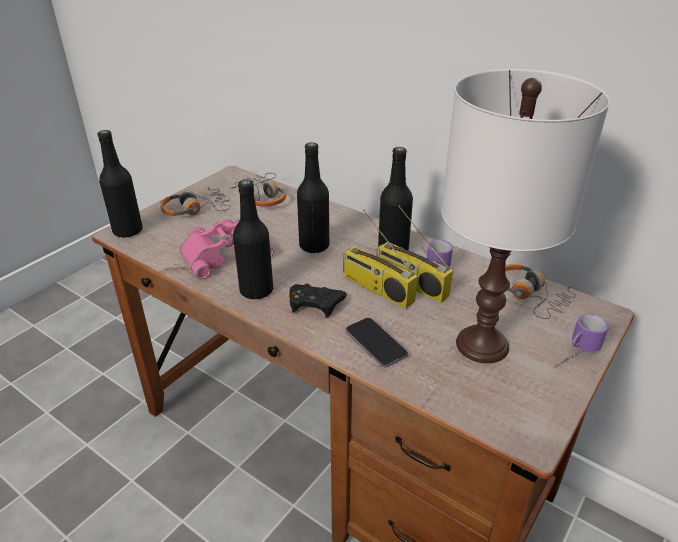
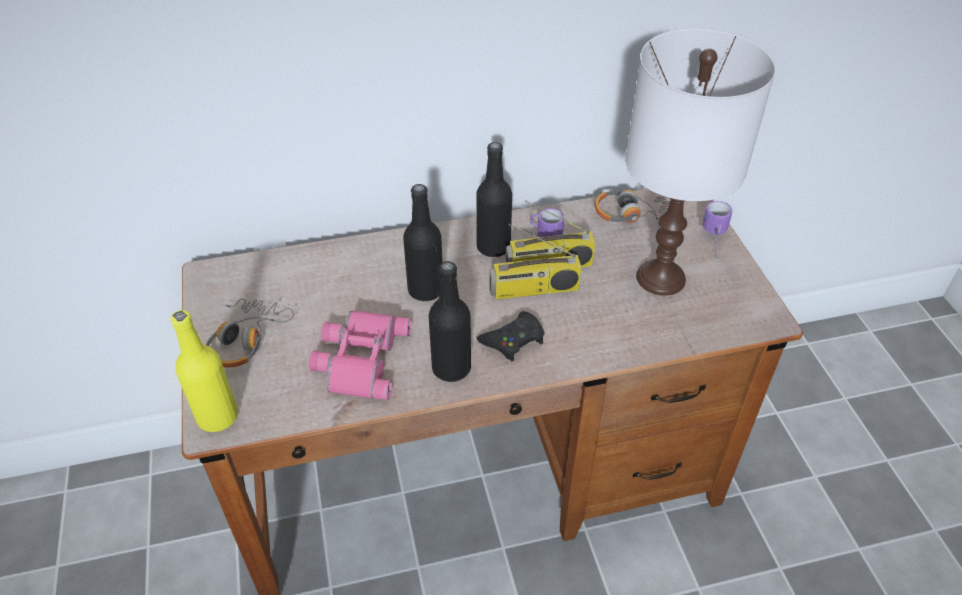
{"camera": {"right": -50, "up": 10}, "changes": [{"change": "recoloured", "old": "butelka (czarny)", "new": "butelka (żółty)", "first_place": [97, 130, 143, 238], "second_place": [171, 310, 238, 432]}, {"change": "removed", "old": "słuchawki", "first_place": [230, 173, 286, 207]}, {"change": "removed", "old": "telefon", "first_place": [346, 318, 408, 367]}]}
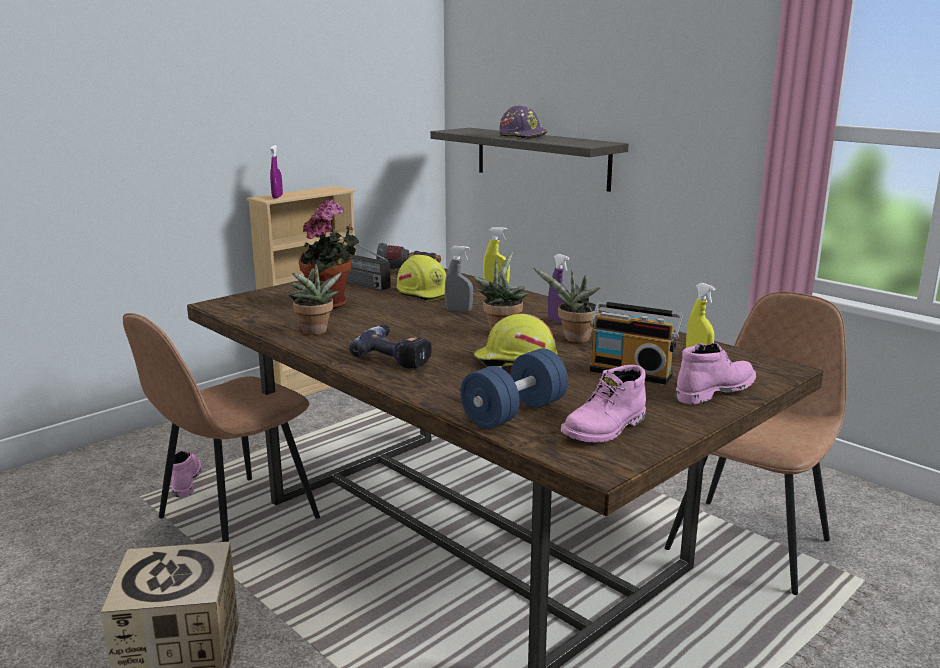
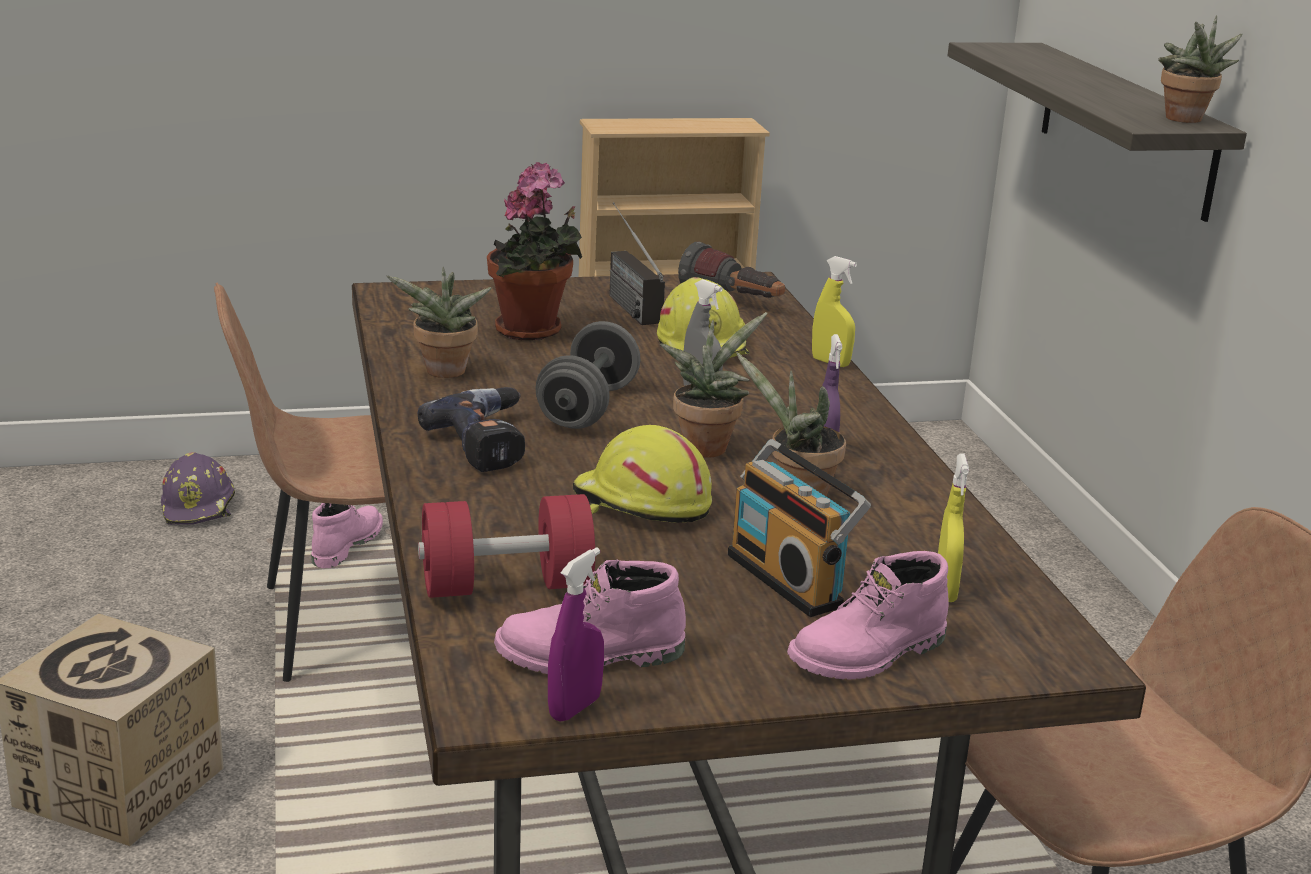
{"camera": {"right": 30, "up": 5}, "changes": [{"change": "moved", "old": "kask (fioletowy)", "first_place": [499, 105, 547, 139], "second_place": [161, 452, 235, 525]}, {"change": "moved", "old": "spryskiwacz (fioletowy)", "first_place": [270, 145, 283, 198], "second_place": [548, 547, 604, 722]}, {"change": "turned", "old": "but z cholewką (różowy)", "first_place": [675, 343, 756, 404], "second_place": [787, 551, 948, 679], "degrees": 150}, {"change": "recoloured", "old": "hantel (niebieski)", "new": "hantel (czerwony)", "first_place": [460, 348, 568, 429], "second_place": [418, 494, 595, 598]}, {"change": "added", "new": "roślina doniczkowa", "second_place": [1158, 15, 1242, 123]}, {"change": "added", "new": "hantel (szary)", "second_place": [536, 321, 641, 429]}]}
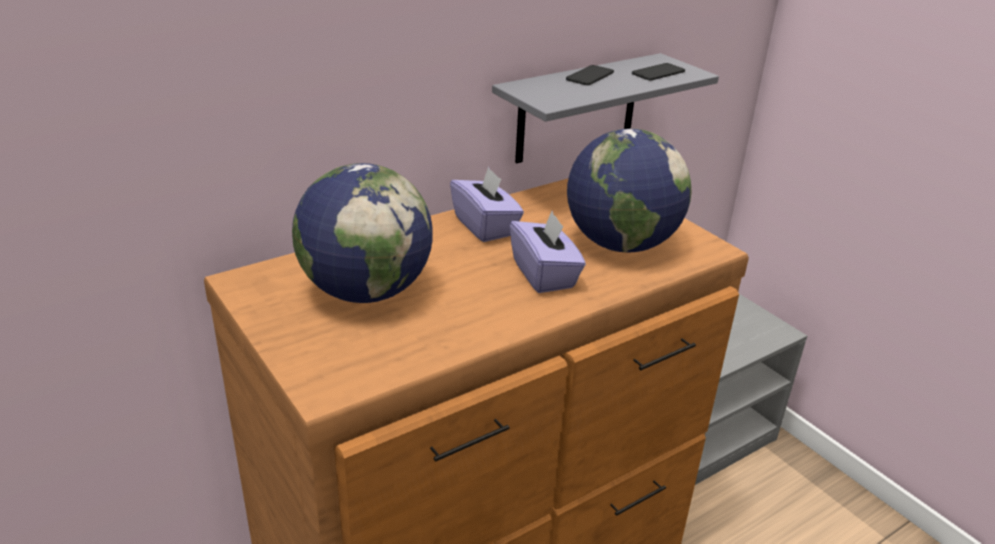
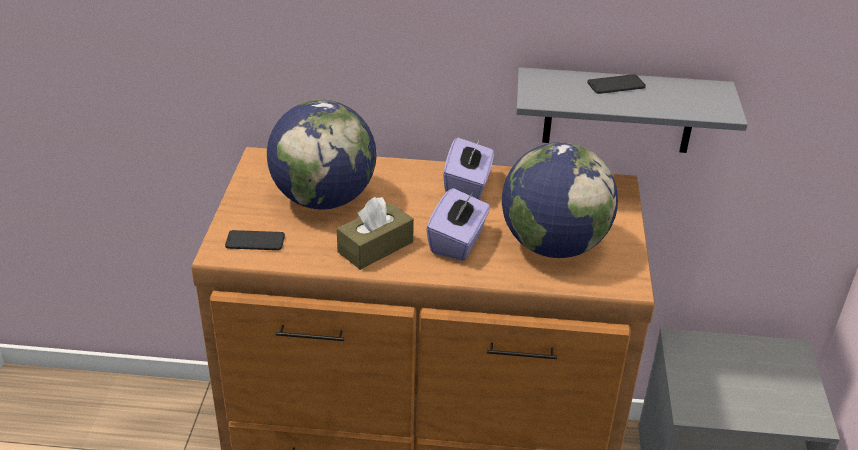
{"camera": {"right": 40, "up": 5}, "changes": [{"change": "moved", "old": "telefon", "first_place": [632, 63, 685, 80], "second_place": [225, 230, 285, 250]}, {"change": "added", "new": "pudełko chusteczek (brązowy)", "second_place": [337, 197, 414, 270]}]}
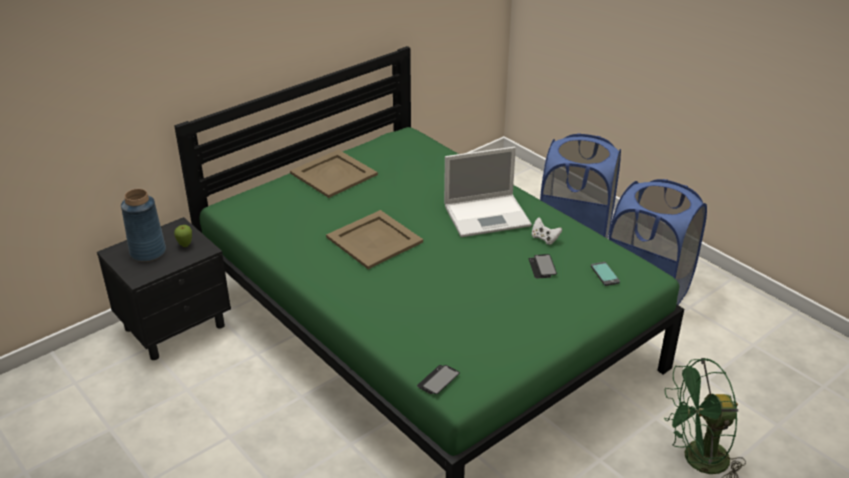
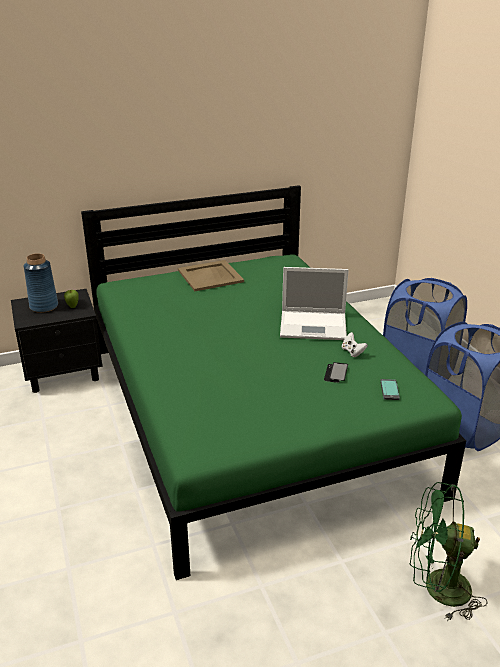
{"camera": {"right": 20, "up": -5}, "changes": [{"change": "removed", "old": "taca (beżowy)", "first_place": [326, 210, 423, 269]}, {"change": "removed", "old": "telefon", "first_place": [417, 365, 460, 394]}]}
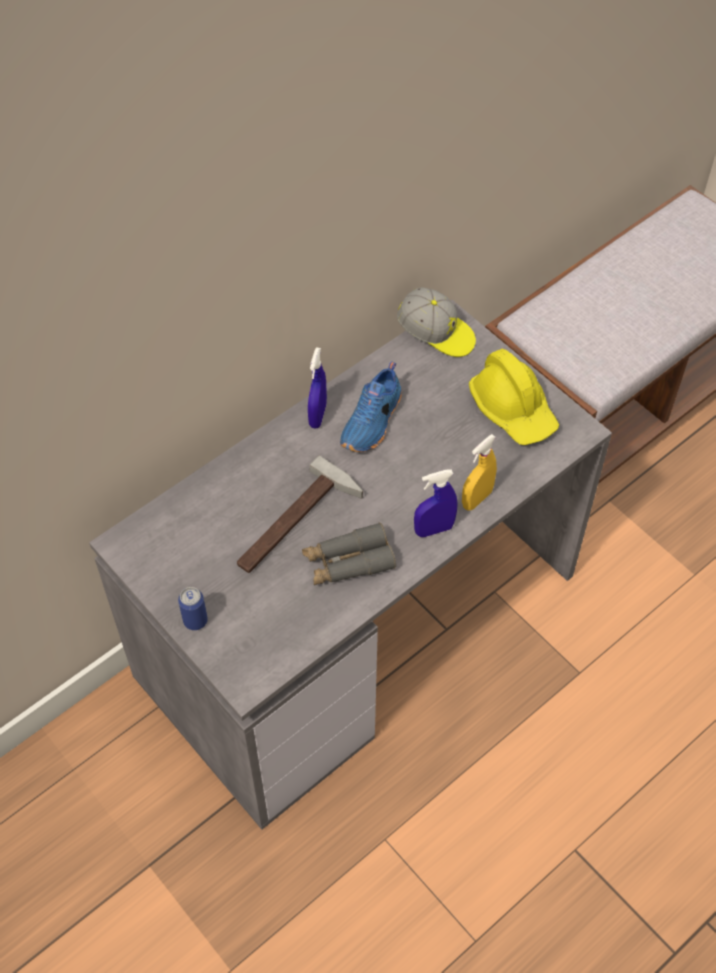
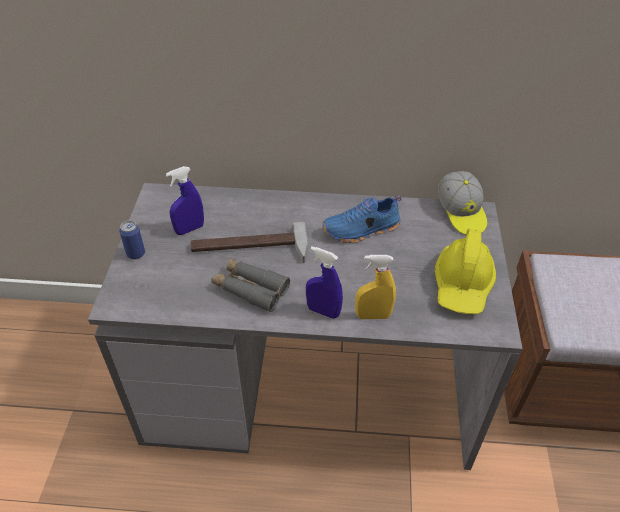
{"camera": {"right": 45, "up": -10}, "changes": [{"change": "moved", "old": "spryskiwacz (niebieski)", "first_place": [308, 348, 327, 428], "second_place": [166, 166, 204, 235]}]}
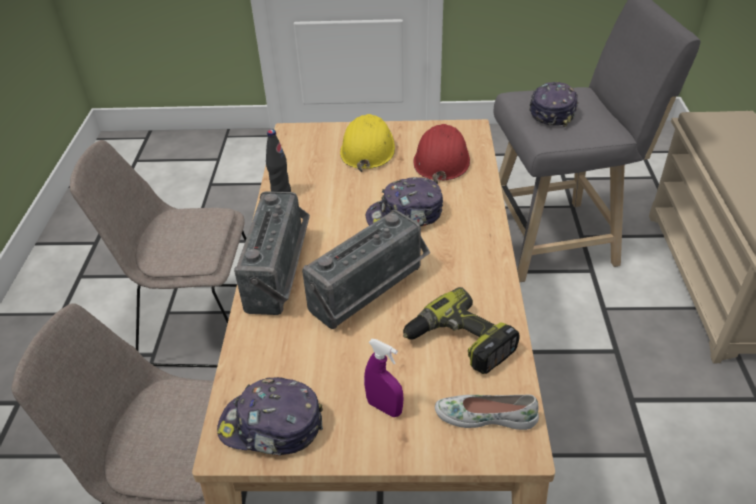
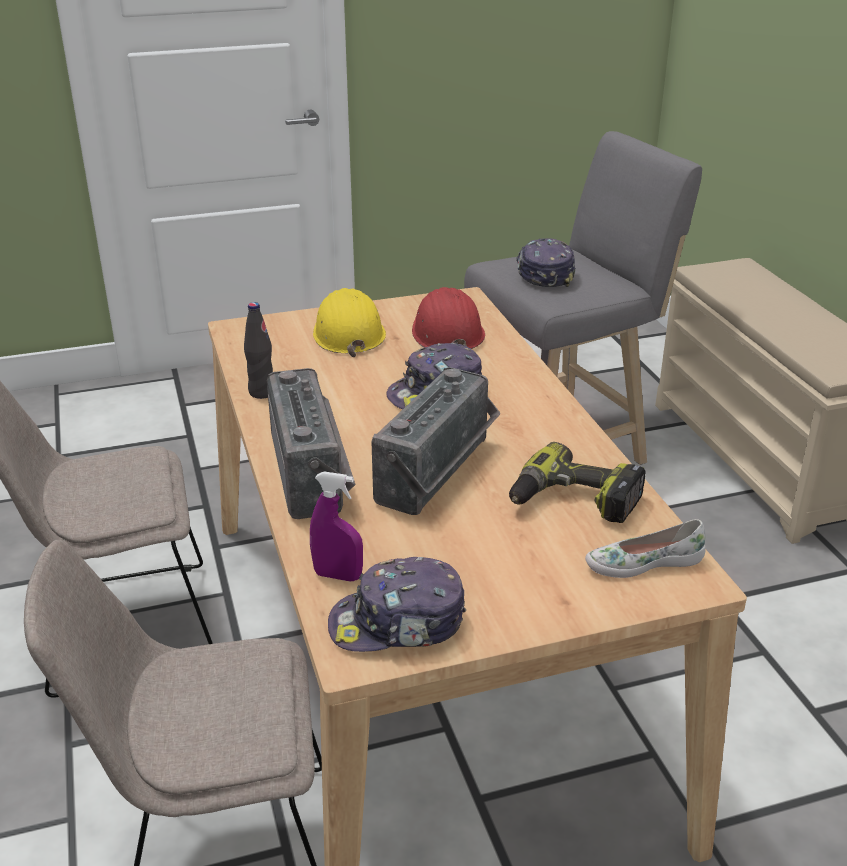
{"camera": {"right": -20, "up": -10}, "changes": [{"change": "moved", "old": "spryskiwacz (fioletowy)", "first_place": [364, 339, 404, 417], "second_place": [310, 471, 363, 581]}]}
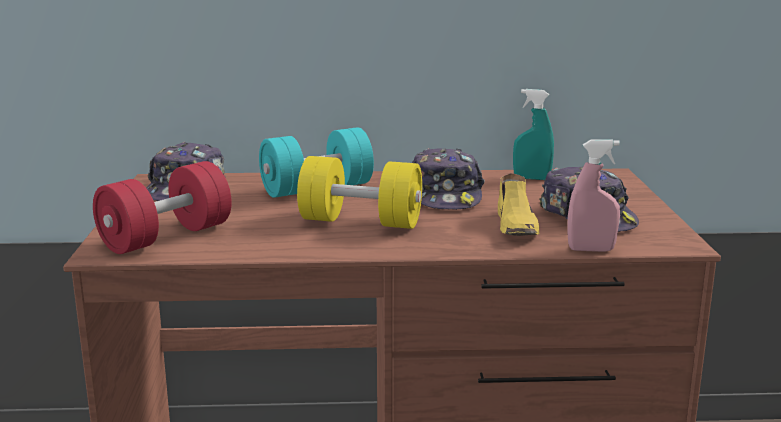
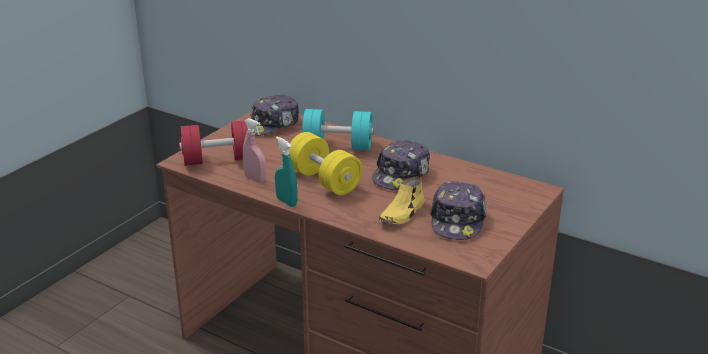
{"camera": {"right": 35, "up": 10}, "changes": [{"change": "moved", "old": "spryskiwacz (turkusowy)", "first_place": [513, 89, 554, 180], "second_place": [275, 136, 298, 207]}, {"change": "moved", "old": "spryskiwacz (różowy)", "first_place": [567, 140, 620, 252], "second_place": [243, 118, 266, 183]}]}
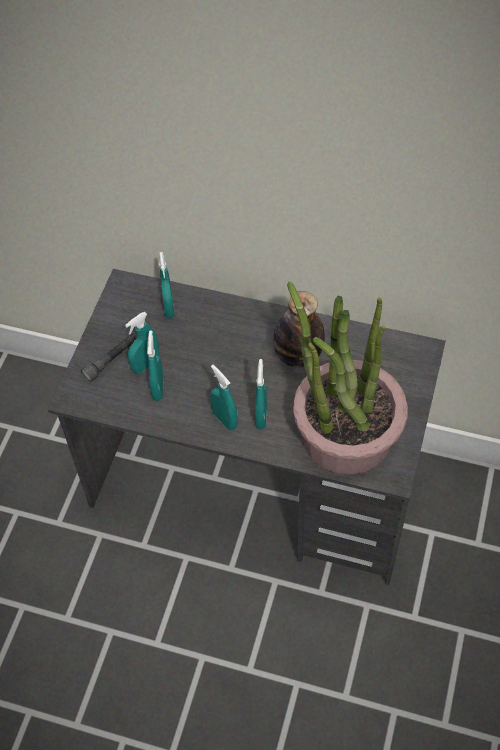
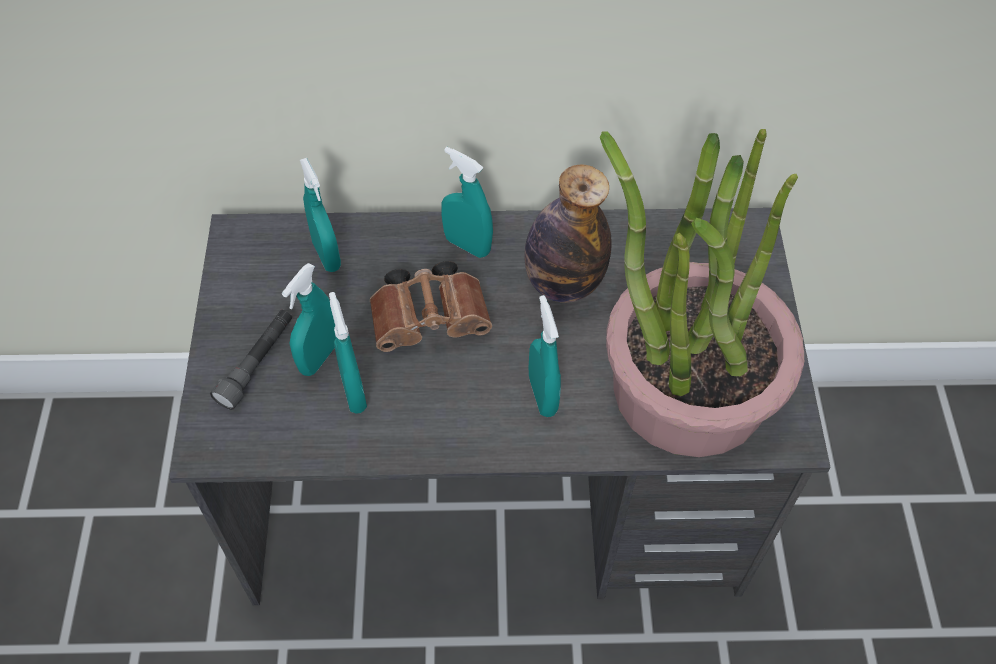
{"camera": {"right": -20, "up": 0}, "changes": [{"change": "moved", "old": "spryskiwacz (turkusowy)", "first_place": [210, 365, 238, 430], "second_place": [441, 147, 493, 258]}, {"change": "added", "new": "lornetka (brązowy)", "second_place": [370, 261, 492, 352]}]}
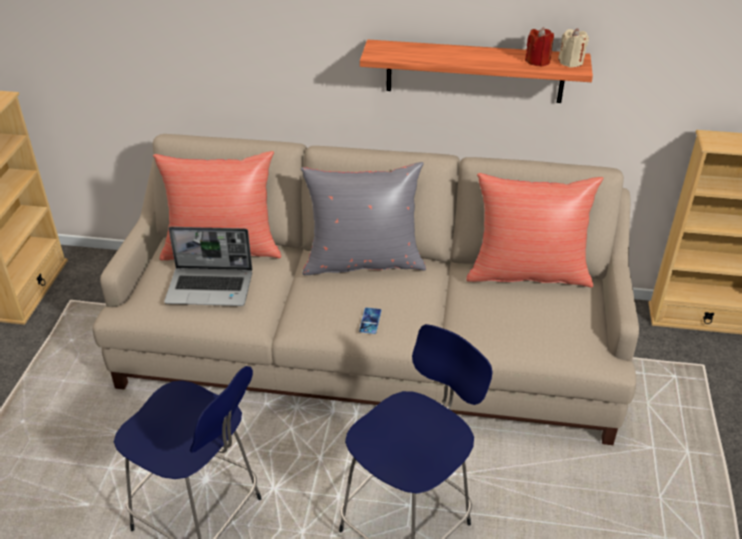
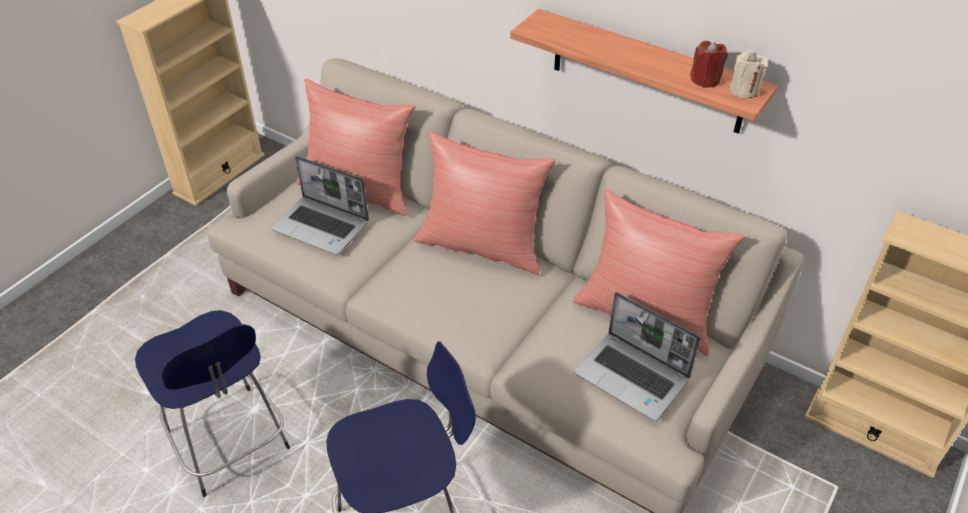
{"camera": {"right": 25, "up": 5}, "changes": [{"change": "recoloured", "old": "poduszka (szary)", "new": "poduszka (czerwony)", "first_place": [301, 162, 426, 275], "second_place": [414, 131, 556, 275]}, {"change": "removed", "old": "telefon", "first_place": [359, 307, 381, 334]}, {"change": "added", "new": "laptop", "second_place": [574, 292, 701, 421]}]}
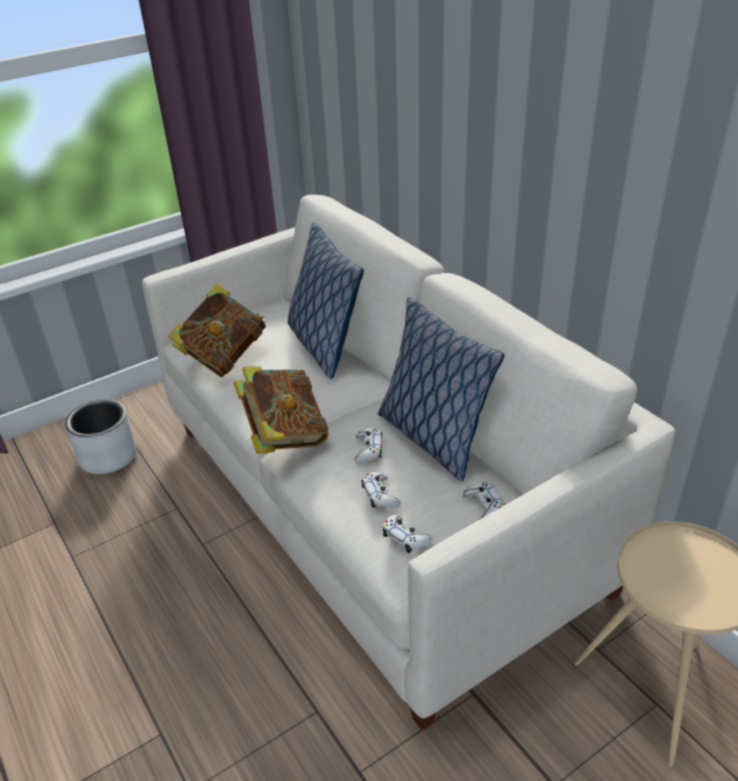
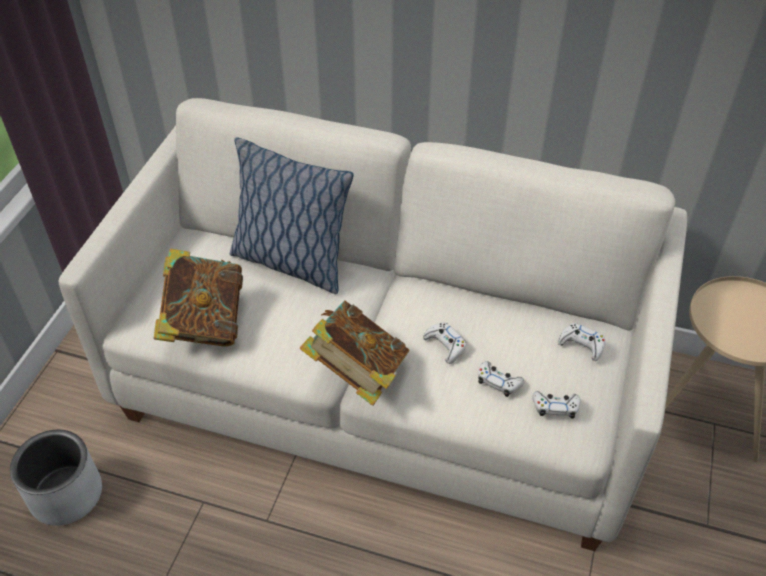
{"camera": {"right": -40, "up": 10}, "changes": [{"change": "removed", "old": "poduszka", "first_place": [378, 297, 504, 481]}]}
